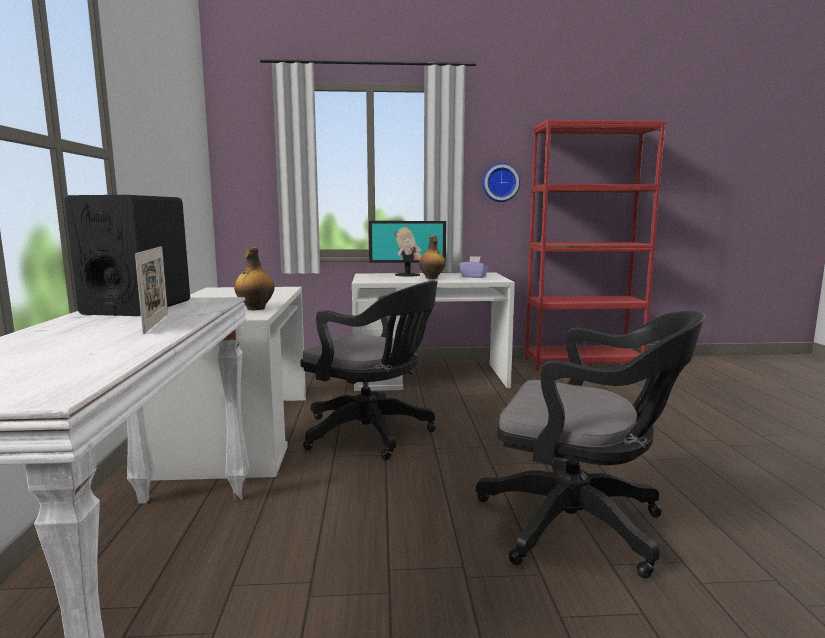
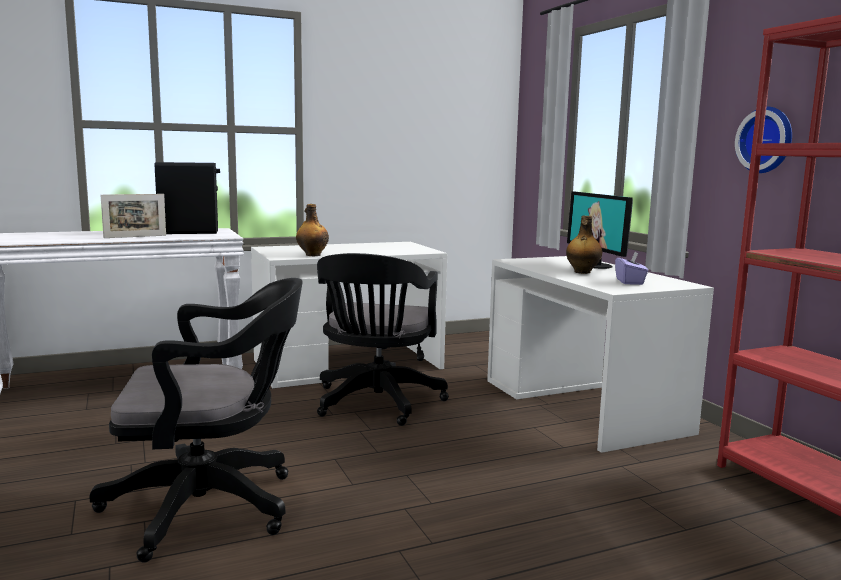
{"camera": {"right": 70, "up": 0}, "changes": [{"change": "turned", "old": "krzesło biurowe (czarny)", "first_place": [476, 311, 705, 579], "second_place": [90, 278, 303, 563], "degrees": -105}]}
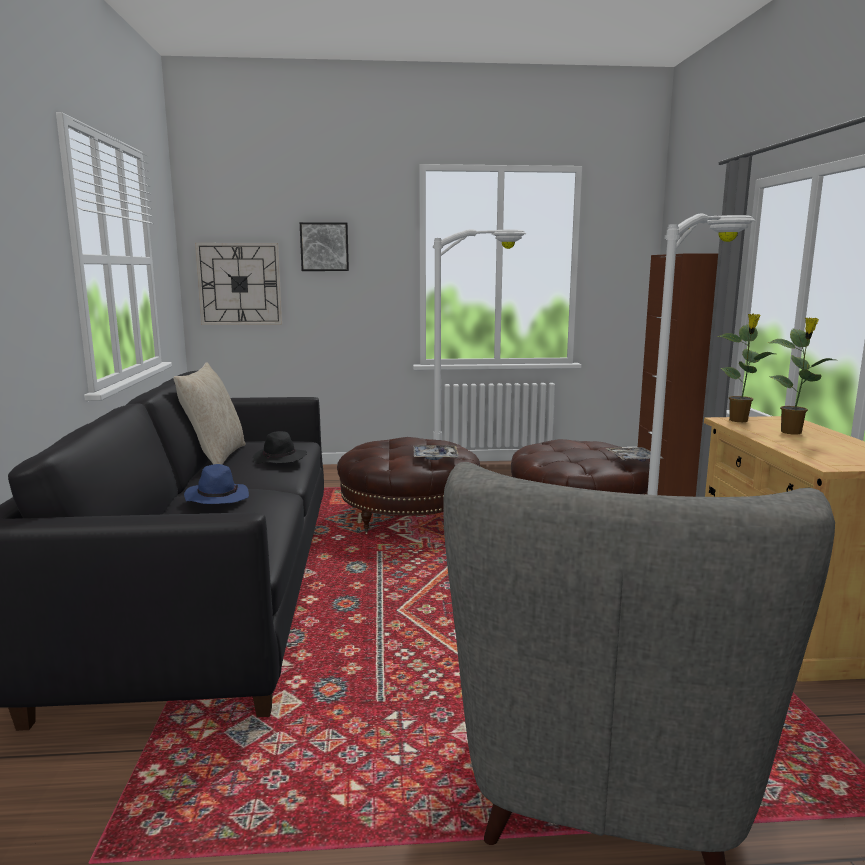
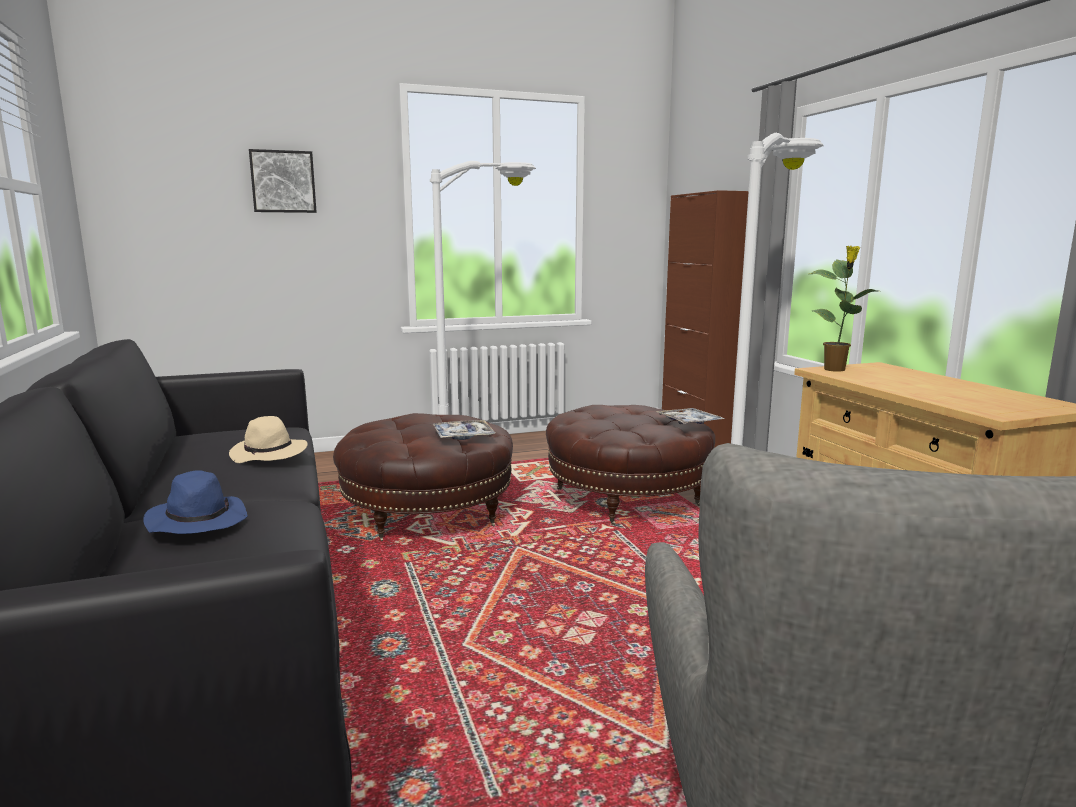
{"camera": {"right": -15, "up": 0}, "changes": [{"change": "removed", "old": "zegar ścienny", "first_place": [195, 243, 282, 325]}, {"change": "removed", "old": "roślina doniczkowa", "first_place": [768, 317, 834, 435]}, {"change": "removed", "old": "poduszka (beżowy)", "first_place": [173, 362, 246, 465]}, {"change": "recoloured", "old": "kapelusz (czarny)", "new": "kapelusz (beżowy)", "first_place": [253, 431, 307, 464], "second_place": [229, 416, 308, 463]}]}
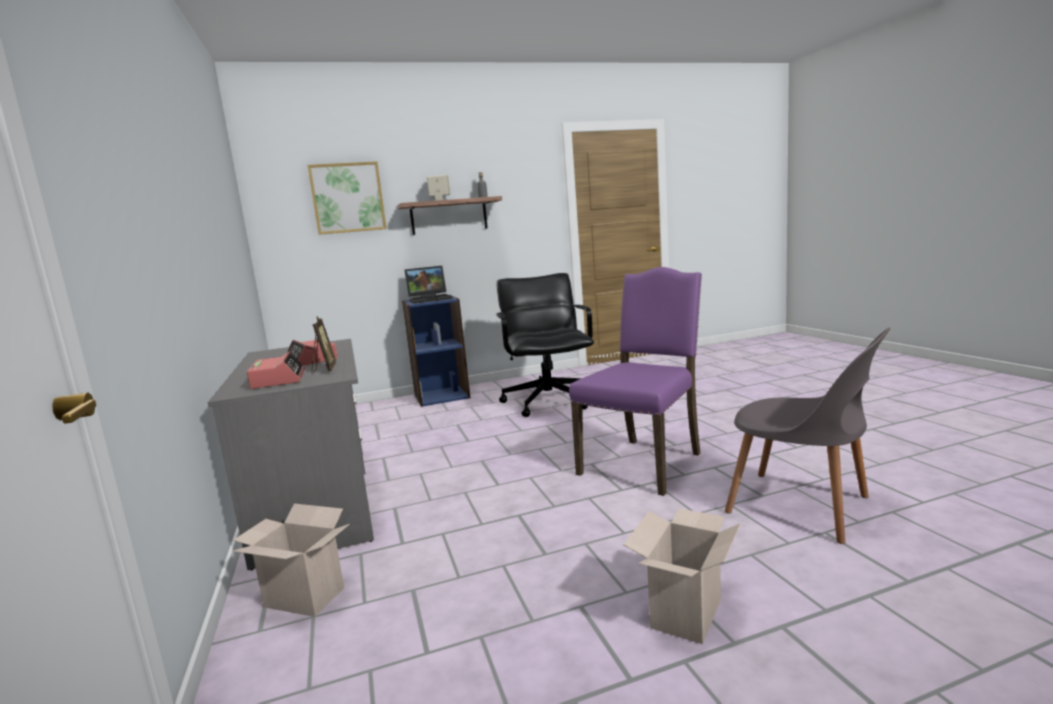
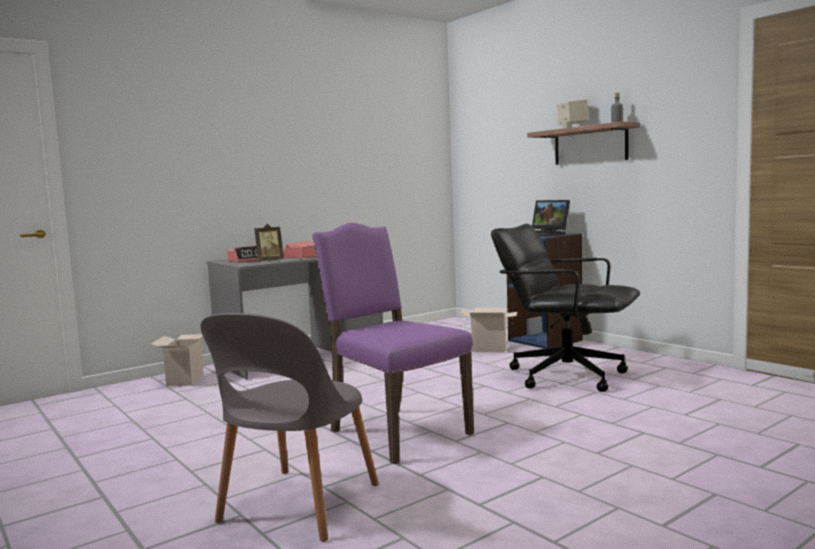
{"camera": {"right": 70, "up": -5}, "changes": [{"change": "removed", "old": "obraz", "first_place": [307, 161, 387, 235]}, {"change": "turned", "old": "krzesło (fioletowy)", "first_place": [569, 267, 702, 496], "second_place": [312, 223, 474, 464], "degrees": -150}, {"change": "turned", "old": "krzesło biurowe (czarny)", "first_place": [496, 273, 594, 417], "second_place": [491, 224, 640, 392], "degrees": -120}, {"change": "moved", "old": "karton", "first_place": [623, 508, 741, 644], "second_place": [460, 307, 517, 352]}]}
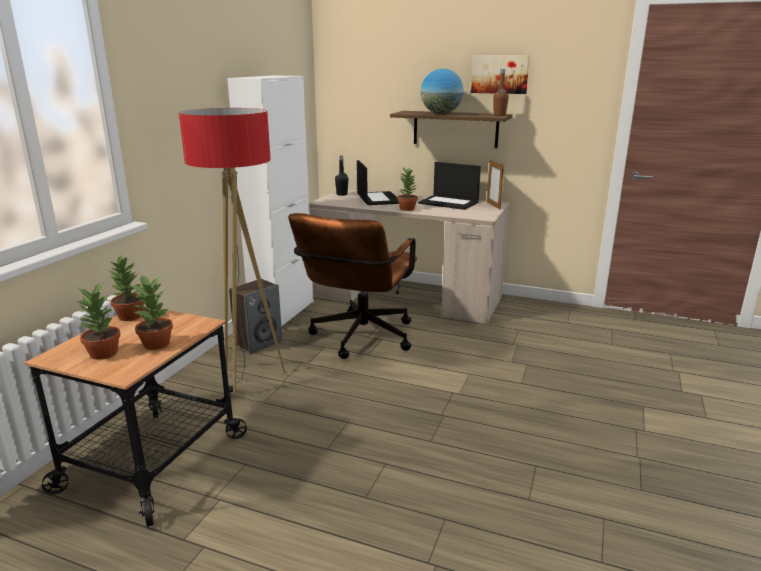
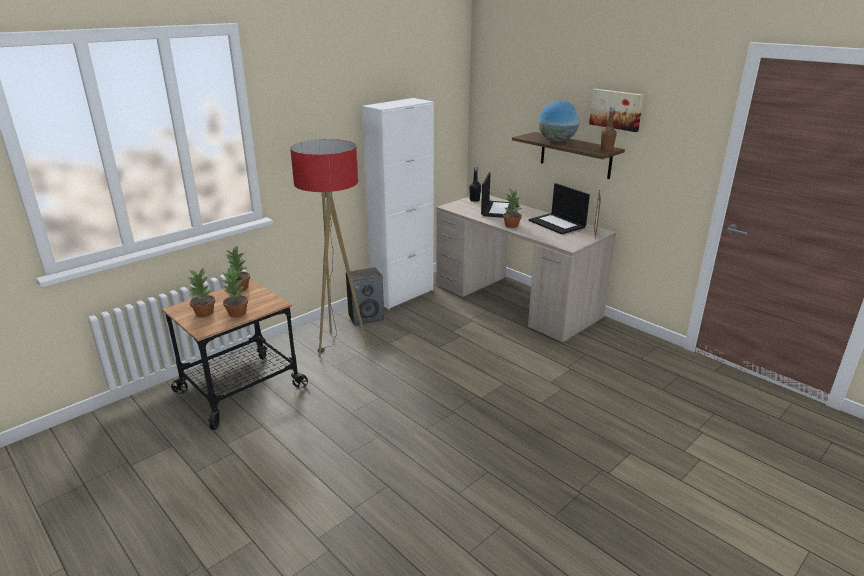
{"camera": {"right": 25, "up": 5}, "changes": [{"change": "removed", "old": "krzesło biurowe (brązowy)", "first_place": [288, 213, 417, 359]}]}
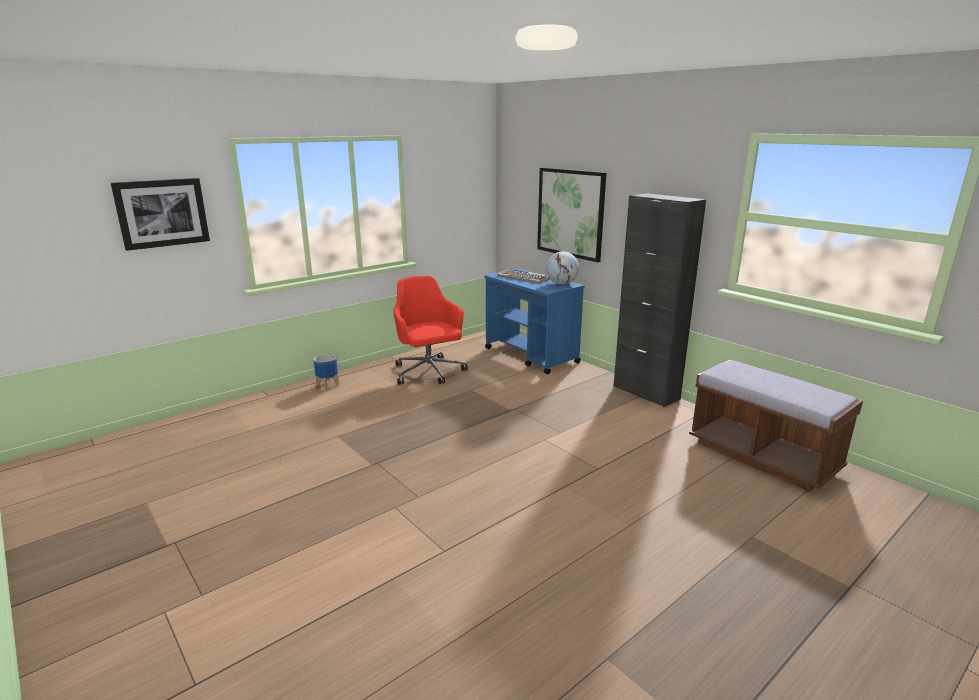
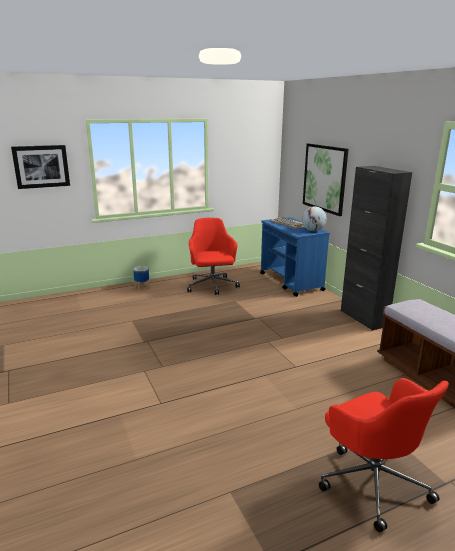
{"camera": {"right": 15, "up": 0}, "changes": [{"change": "added", "new": "krzesło biurowe (czerwony)", "second_place": [319, 378, 449, 532]}]}
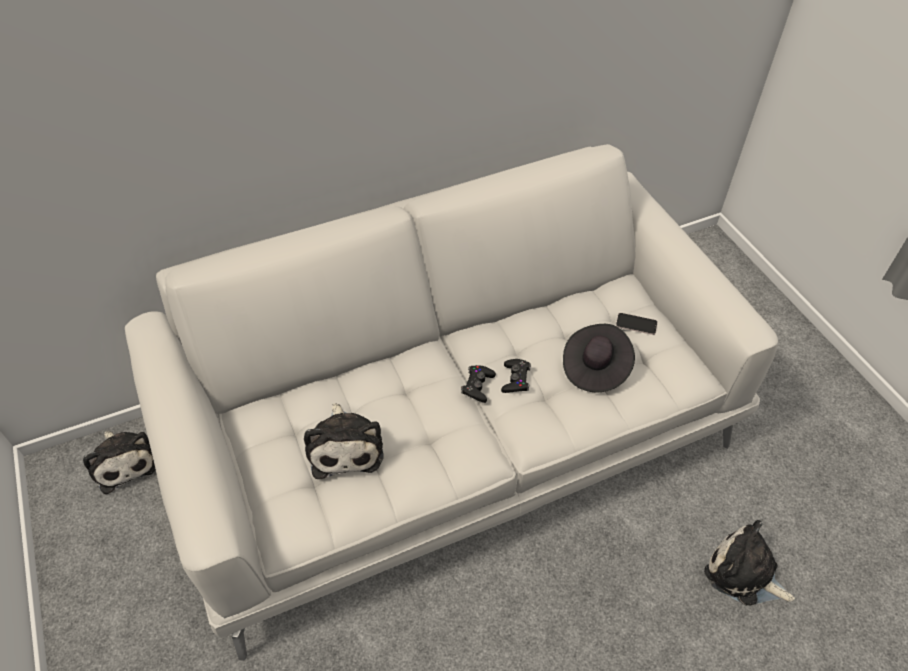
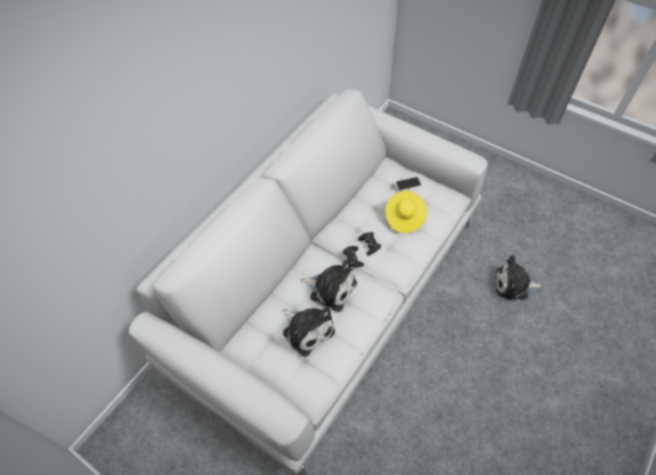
{"camera": {"right": -30, "up": 5}, "changes": [{"change": "recoloured", "old": "kapelusz (czarny)", "new": "kapelusz (żółty)", "first_place": [563, 324, 635, 392], "second_place": [385, 190, 427, 233]}, {"change": "moved", "old": "pluszak", "first_place": [83, 431, 156, 494], "second_place": [301, 259, 357, 312]}]}
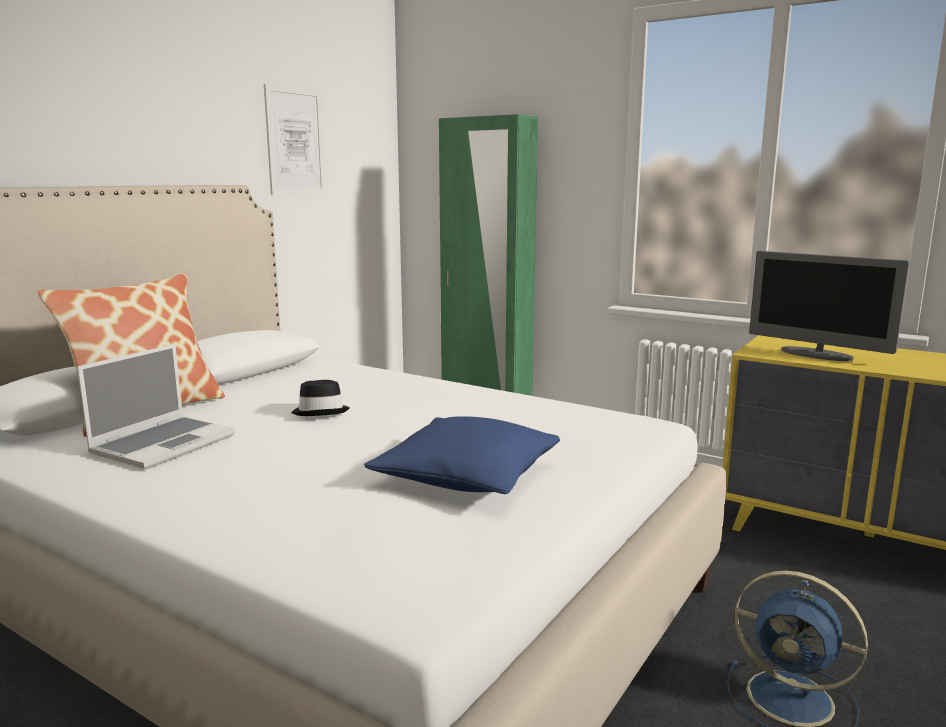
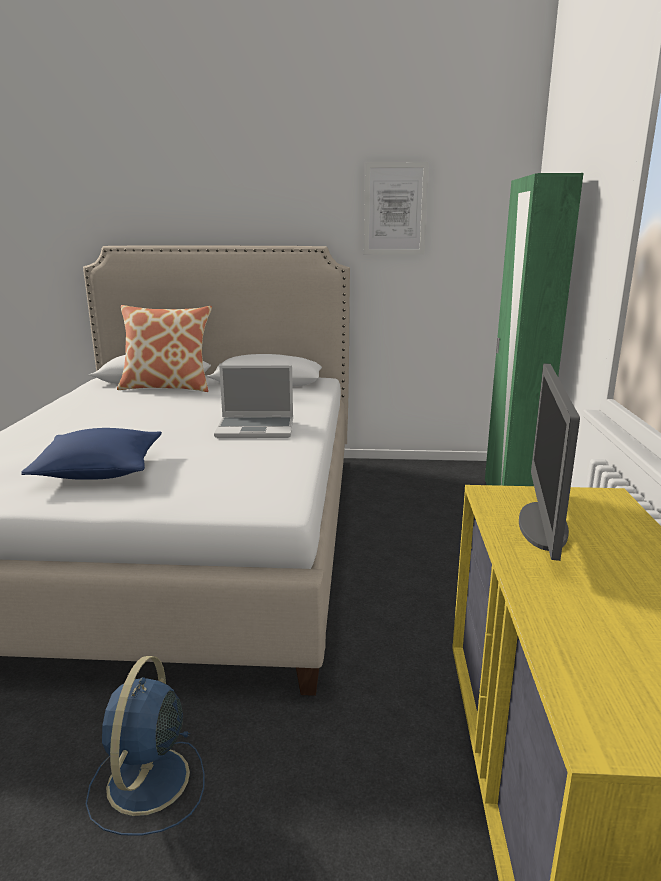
{"camera": {"right": 60, "up": 5}, "changes": [{"change": "moved", "old": "laptop", "first_place": [77, 344, 236, 469], "second_place": [214, 365, 293, 438]}, {"change": "removed", "old": "kapelusz (czarny)", "first_place": [291, 380, 350, 416]}]}
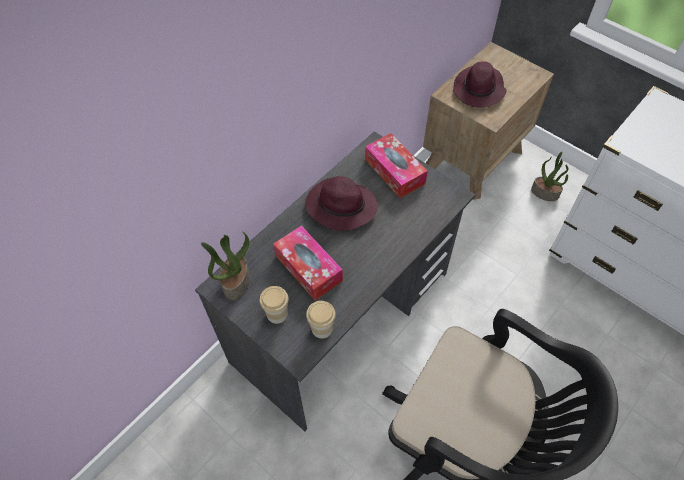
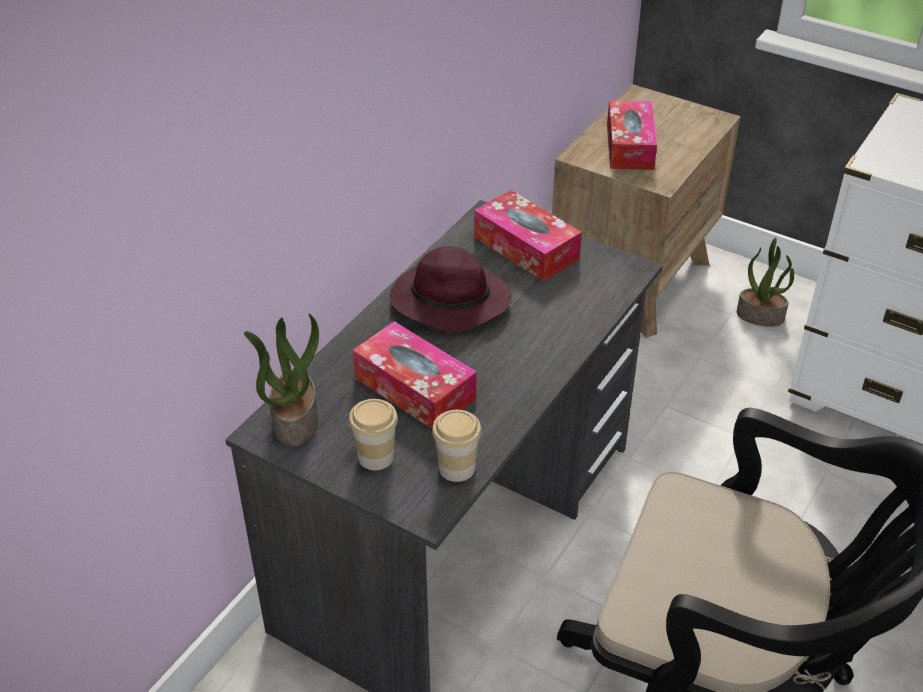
{"camera": {"right": -10, "up": -15}, "changes": [{"change": "replaced", "old": "kapelusz (fioletowy)", "new": "pudełko chusteczek", "first_place": [453, 61, 506, 108], "second_place": [607, 100, 657, 170]}]}
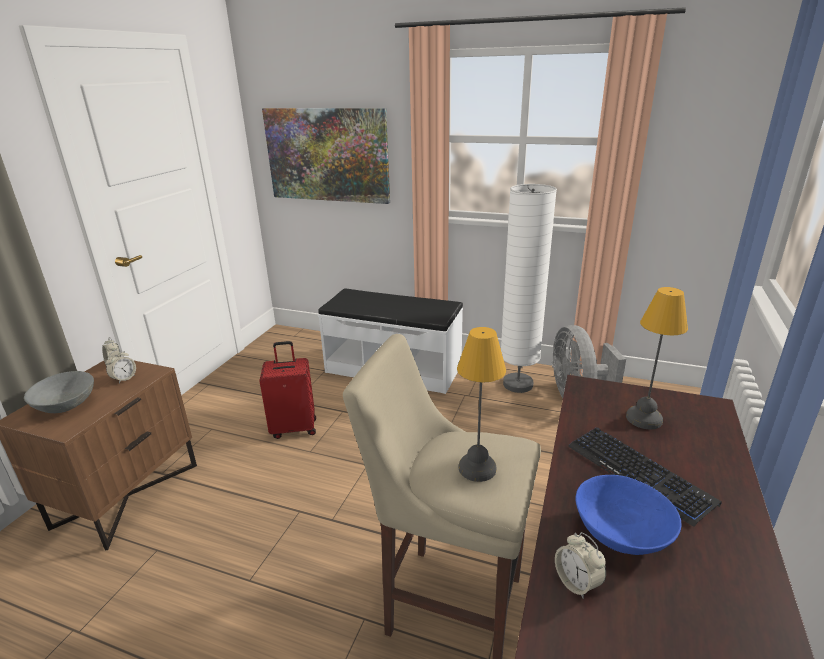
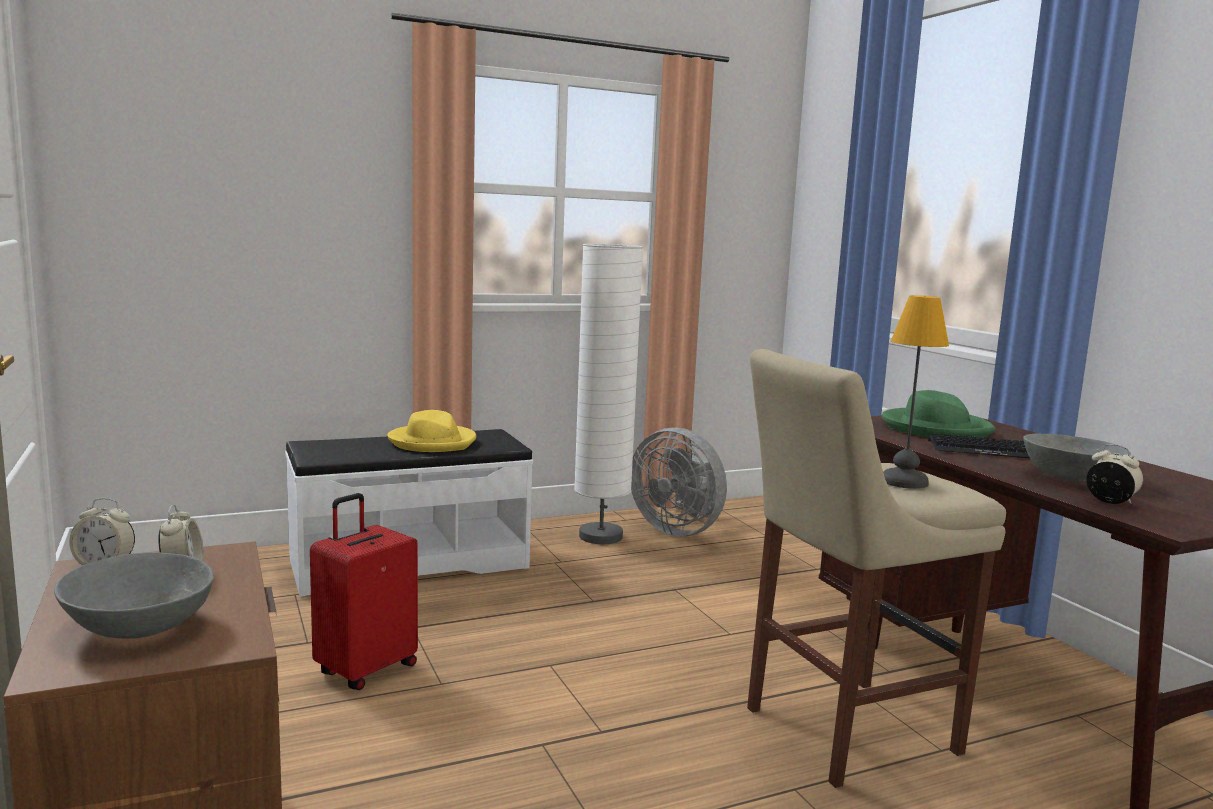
{"camera": {"right": -45, "up": -15}, "changes": [{"change": "removed", "old": "obraz", "first_place": [262, 108, 390, 204]}, {"change": "replaced", "old": "lampa stołowa", "new": "kapelusz (zielony)", "first_place": [626, 287, 688, 429], "second_place": [882, 390, 995, 438]}, {"change": "recoloured", "old": "miska (niebieski)", "new": "miska (szary)", "first_place": [575, 475, 682, 555], "second_place": [1023, 434, 1131, 482]}, {"change": "turned", "old": "budzik", "first_place": [555, 532, 606, 599], "second_place": [1086, 444, 1143, 504], "degrees": -150}, {"change": "added", "new": "kapelusz (żółty)", "second_place": [387, 410, 476, 452]}]}
